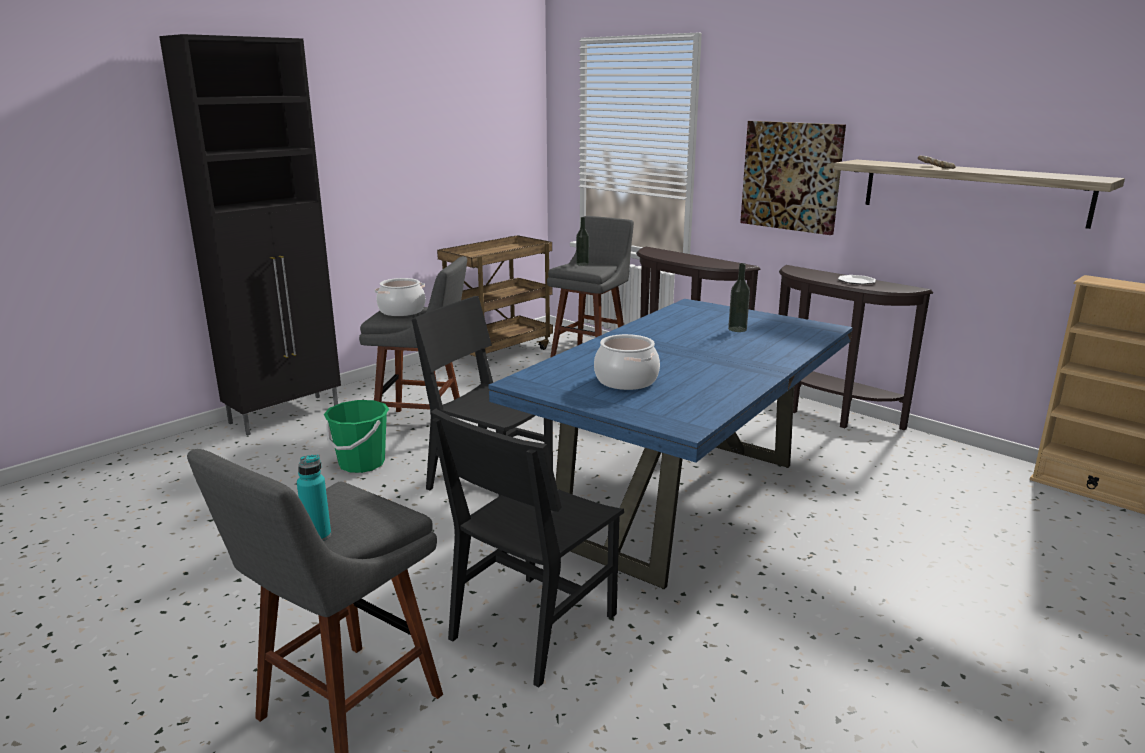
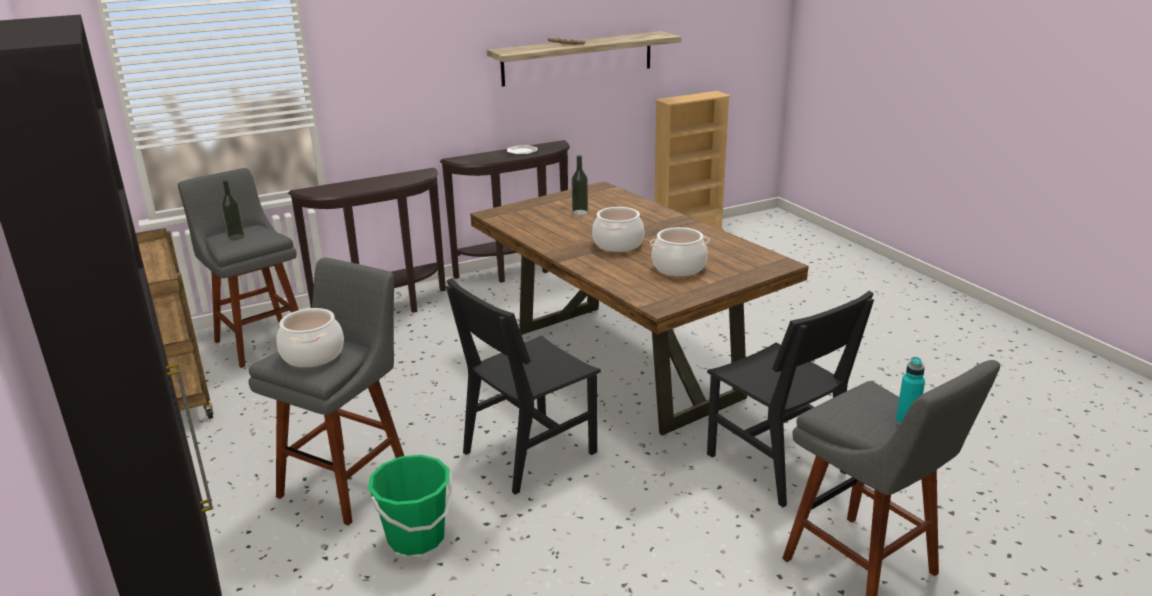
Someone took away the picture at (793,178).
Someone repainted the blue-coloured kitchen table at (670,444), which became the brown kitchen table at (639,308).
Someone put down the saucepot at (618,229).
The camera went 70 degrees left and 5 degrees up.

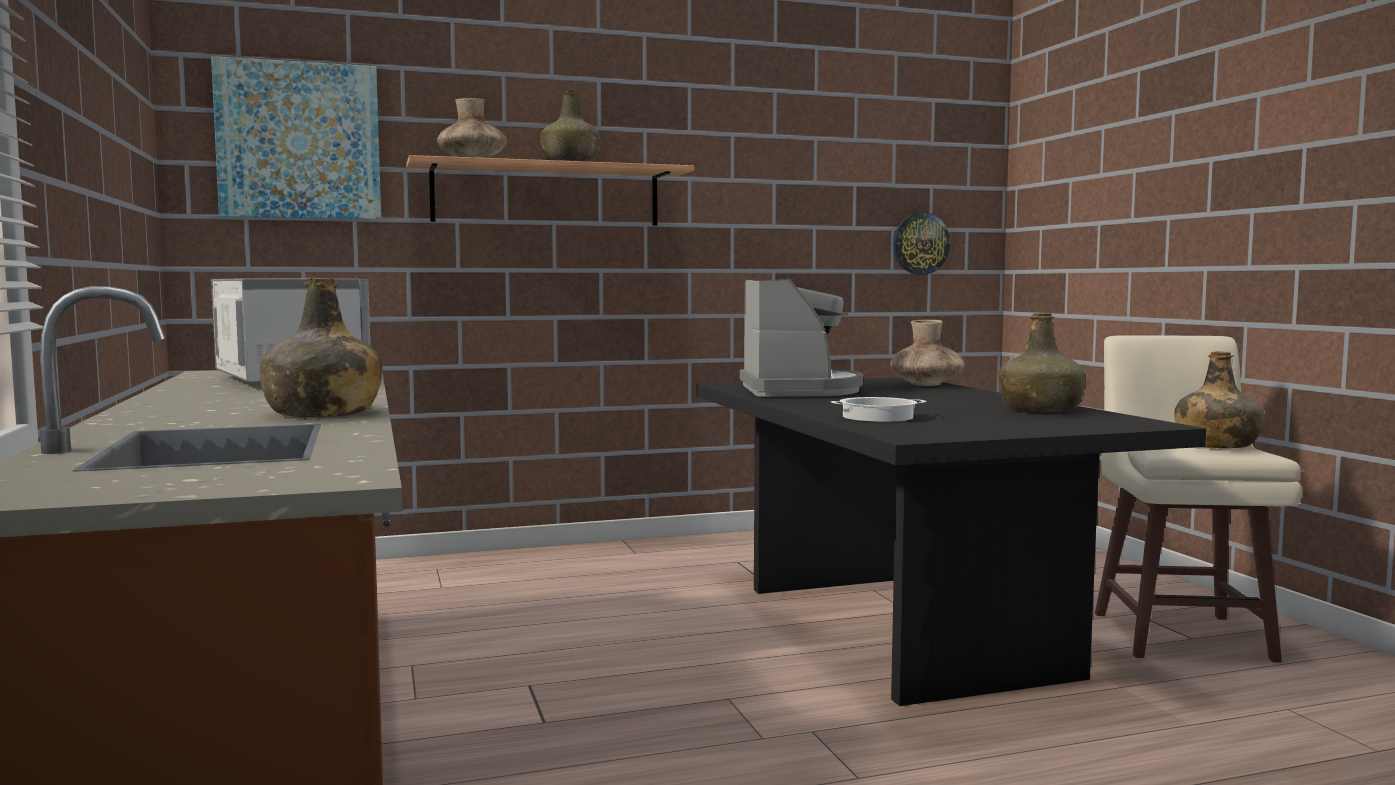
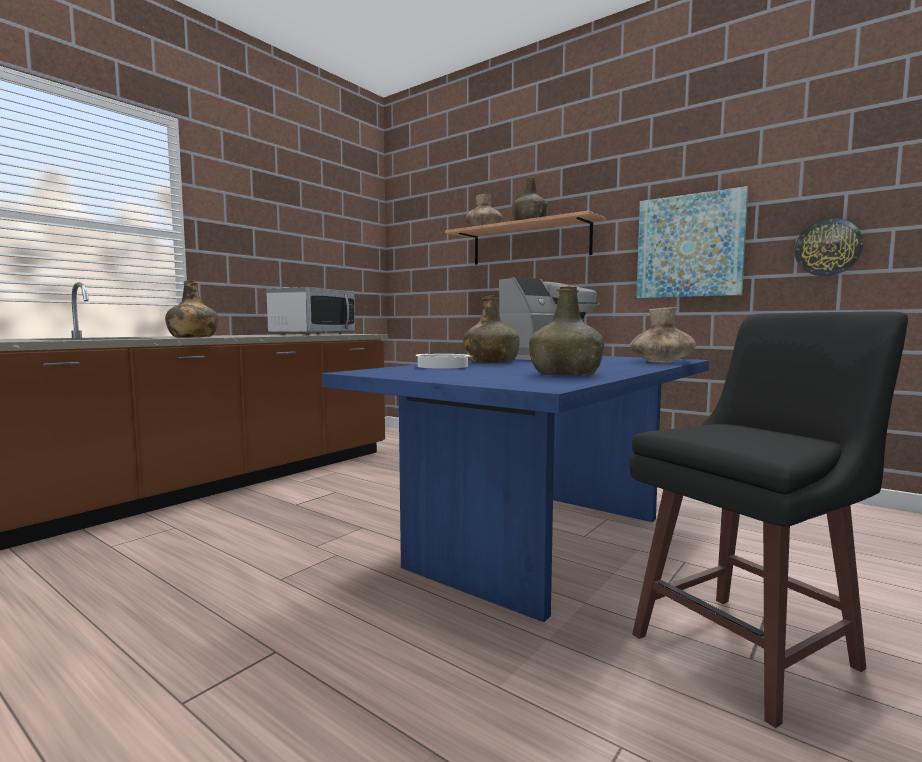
Someone carried the picture from (296,137) to (692,242).
Someone repainted the beige stool at (1198,499), which became the blackish stool at (768,519).
Someone carried the greenish drink bottle from (1219,399) to (491,329).
Someone repainted the blackish kitchen table at (951,541), which became the blue-coloured kitchen table at (515,489).
The camera went 55 degrees right and 0 degrees up.

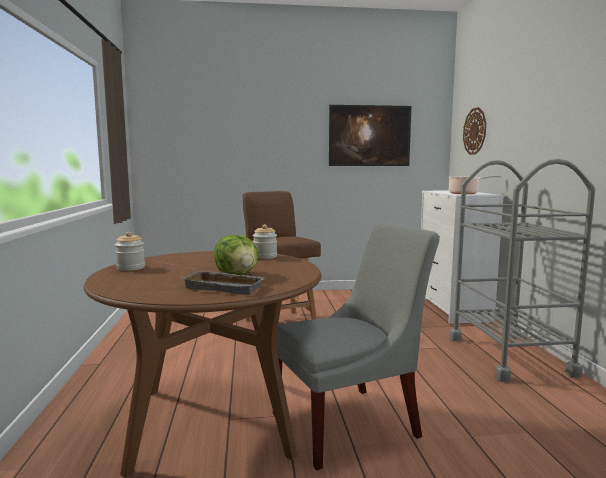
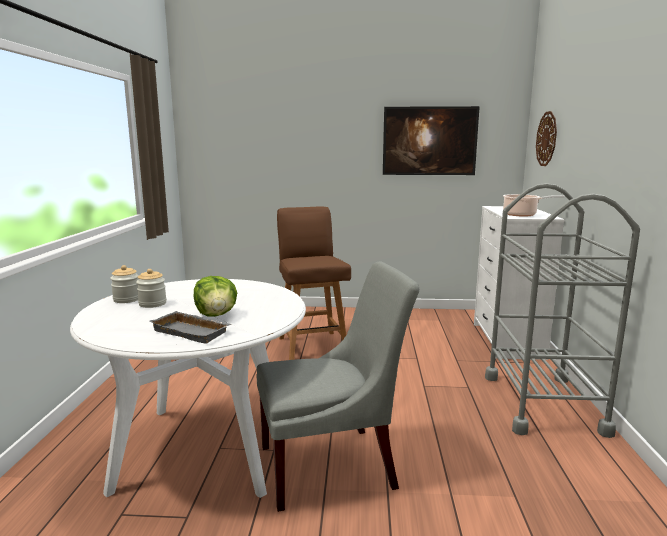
Someone carried the jar from (265,241) to (151,288).
Someone repainted the brown kitchen table at (203,364), which became the white-coloured kitchen table at (188,388).
The camera went 10 degrees right and 5 degrees up.

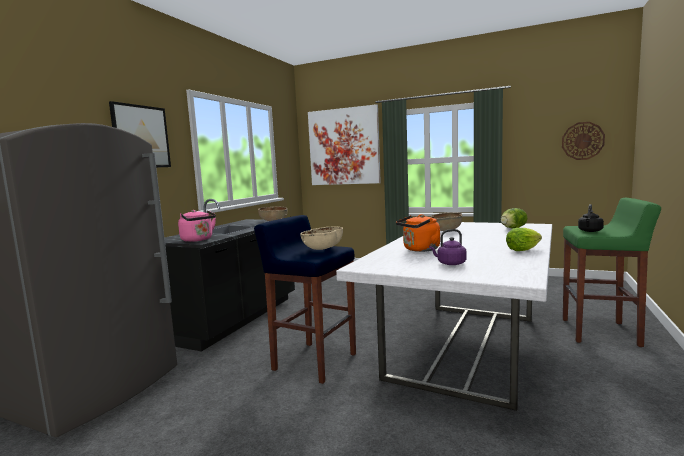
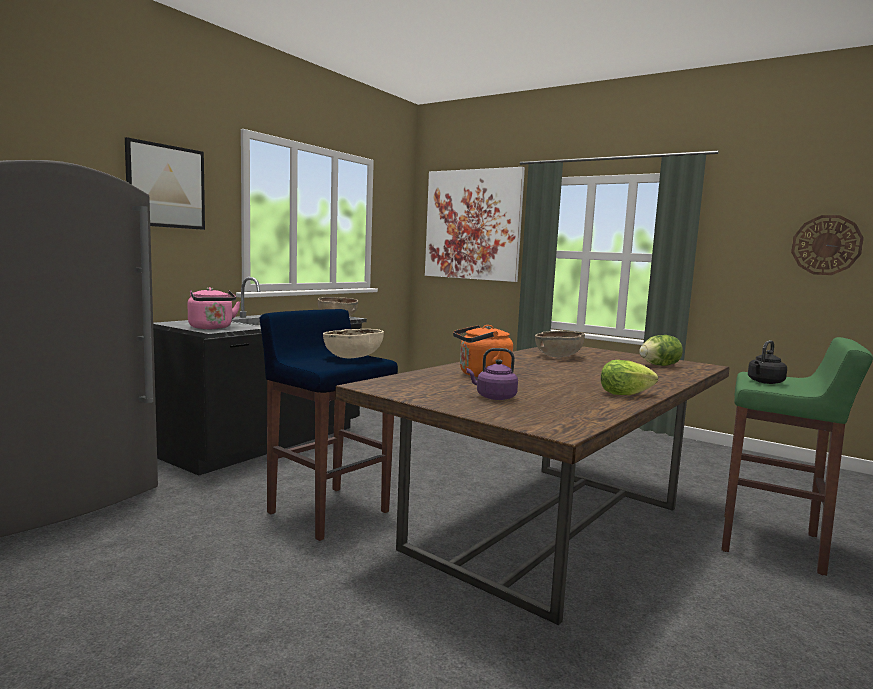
Someone repainted the white-coloured kitchen table at (444,316), which became the brown kitchen table at (532,485).
The camera went 10 degrees right and 0 degrees up.

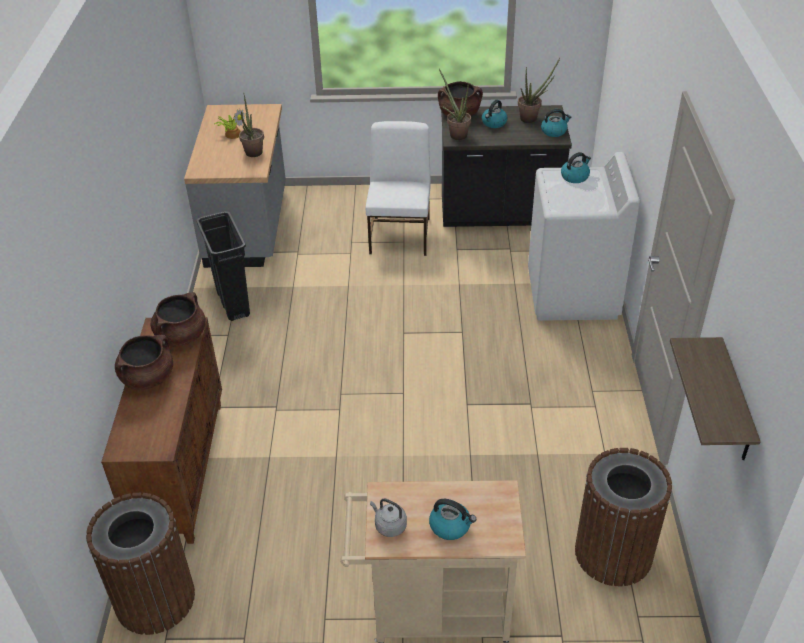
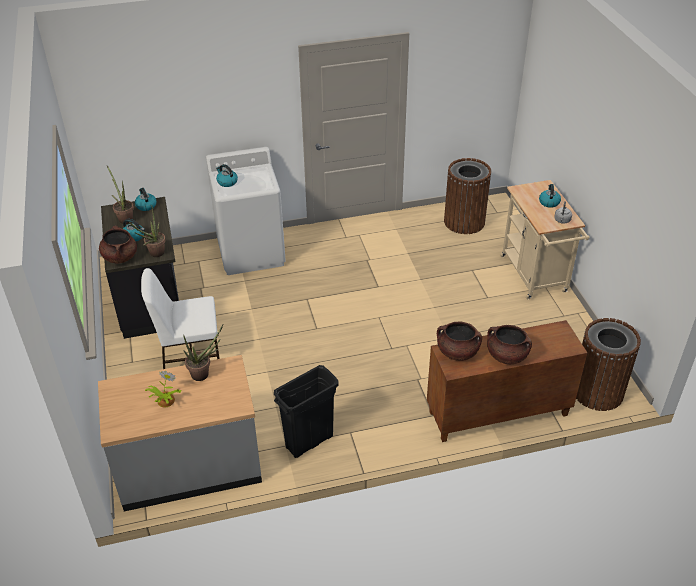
Someone took away the wall shelf at (715,398).
The camera went 105 degrees left and 0 degrees up.

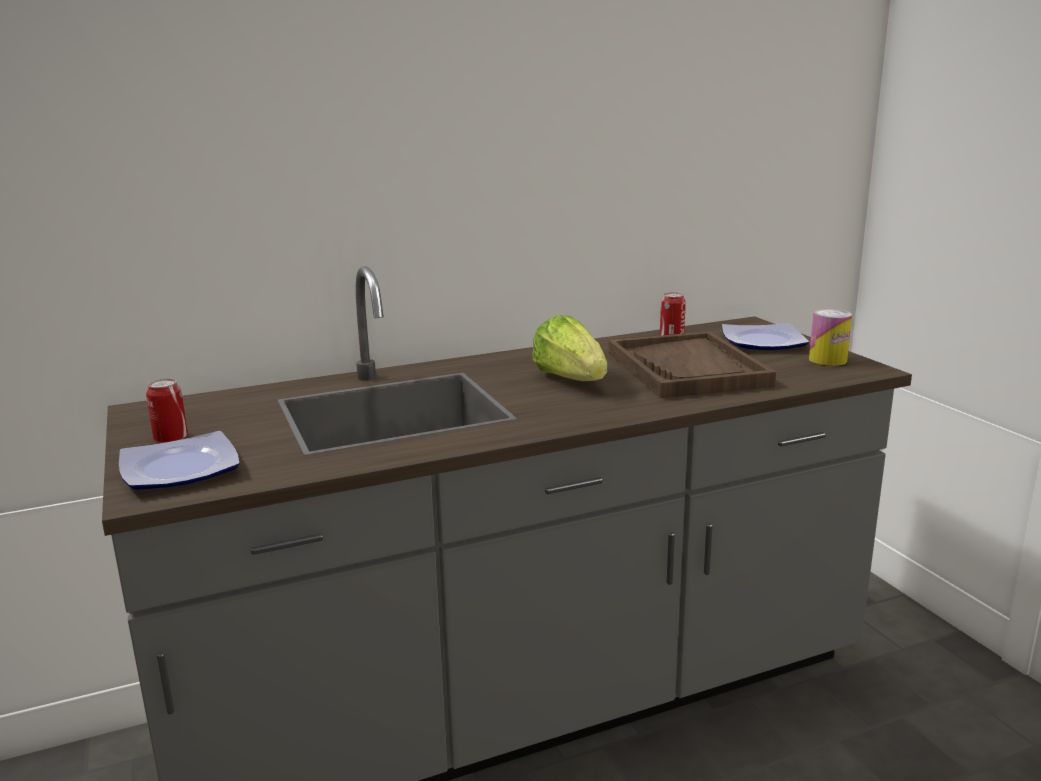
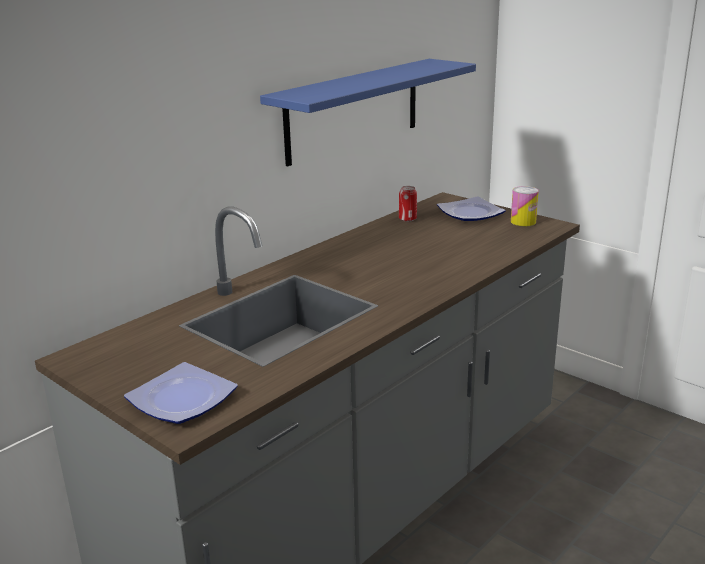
Someone took away the lettuce at (569,348).
Someone took away the brown carrying tray at (692,364).
Someone took away the can at (167,411).
Someone put up the blue-coloured wall shelf at (368,112).
The camera went 25 degrees left and 5 degrees up.

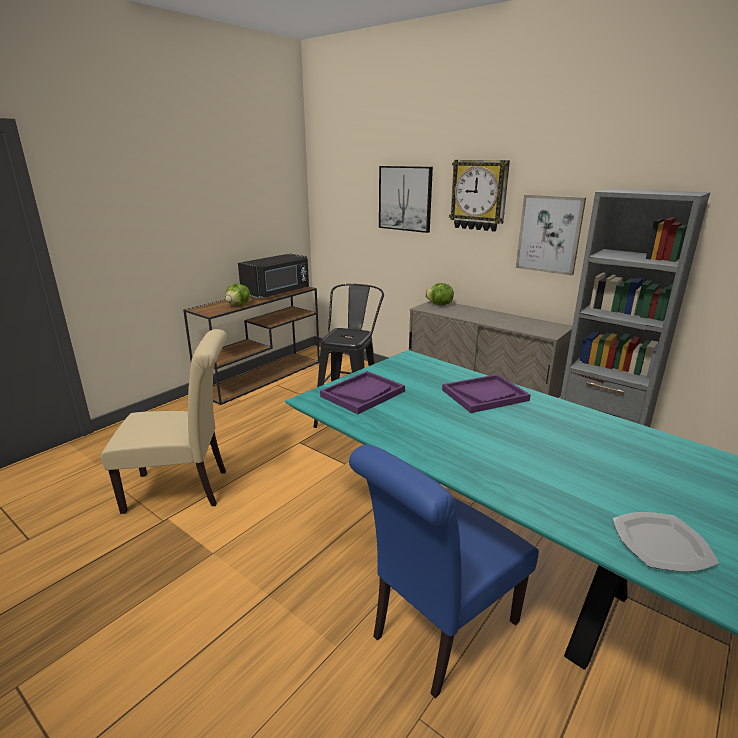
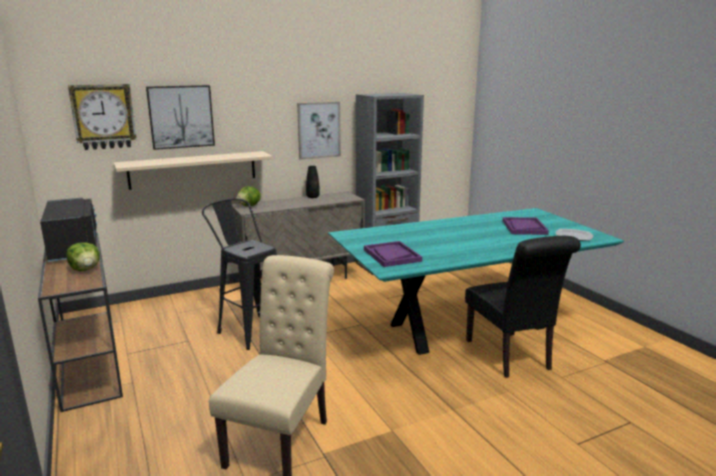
Someone carried the clock on the wall from (479,196) to (102,117).
Someone carried the purplish carrying tray from (486,393) to (526,226).
Someone repainted the blue-coloured plain chair at (444,572), which became the blackish plain chair at (523,307).
Someone put up the beige wall shelf at (193,170).
Someone put down the blackish flower vase at (313,182).
The camera went 65 degrees left and 5 degrees down.

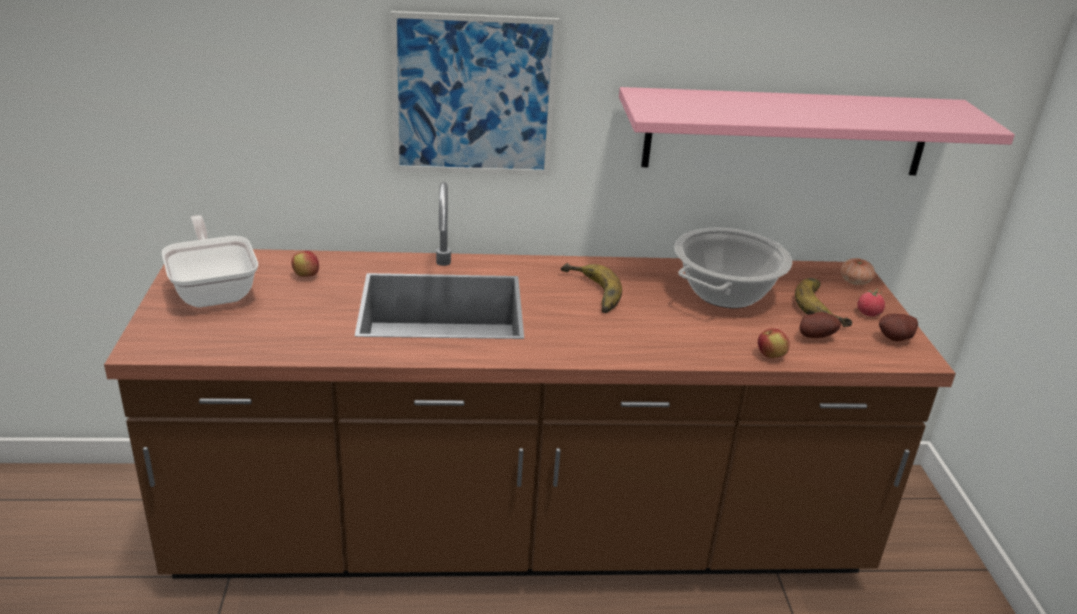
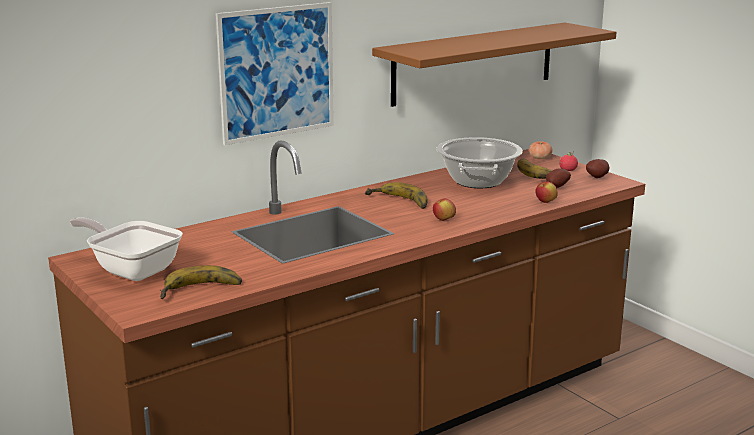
Someone repainted the pink wall shelf at (817,131), which became the brown wall shelf at (494,65).
Someone carried the apple from (305,264) to (444,209).
Someone put down the banana at (201,282).
The camera went 30 degrees left and 10 degrees down.

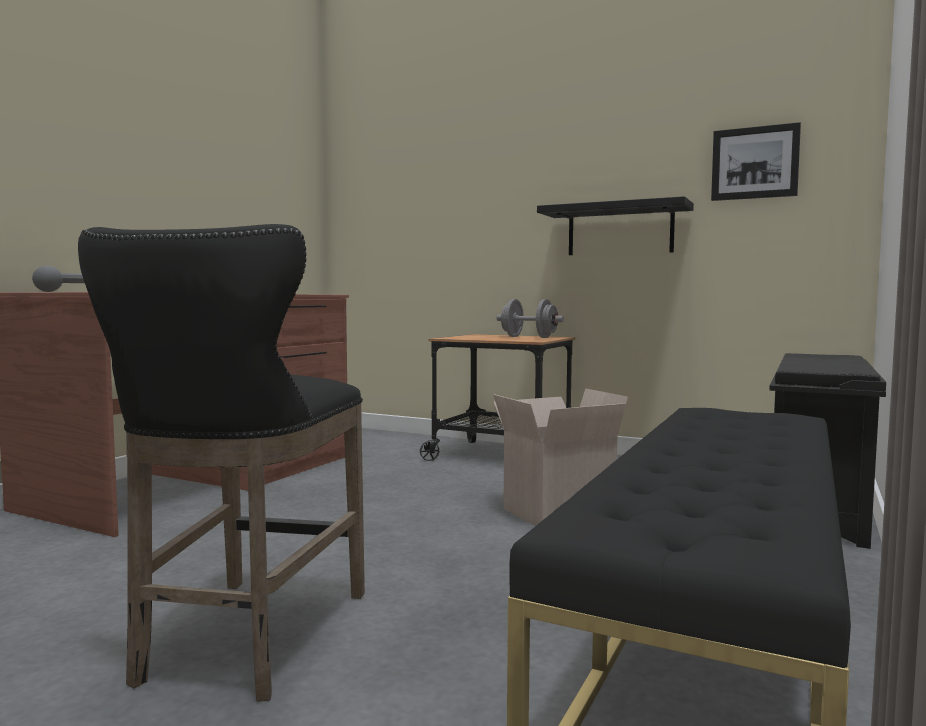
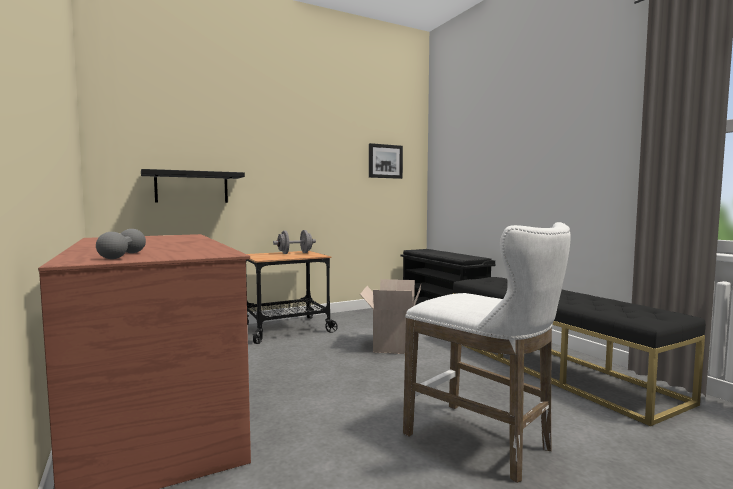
Someone carried the blackish wall shelf from (615,225) to (193,186).
Someone repainted the blackish stool at (221,463), which became the white-coloured stool at (487,352).
The camera went 55 degrees left and 0 degrees up.

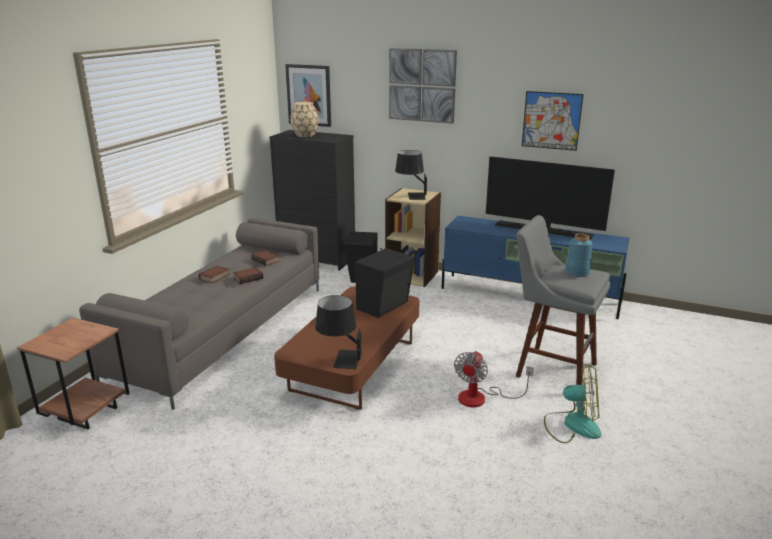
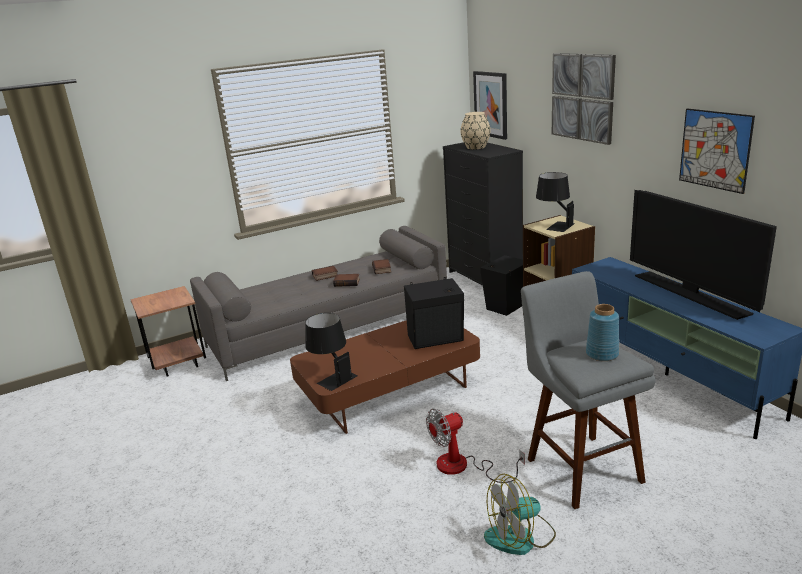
Someone rotated the electric fan at (572,404) by 105 degrees clockwise.
The camera went 40 degrees right and 0 degrees up.

